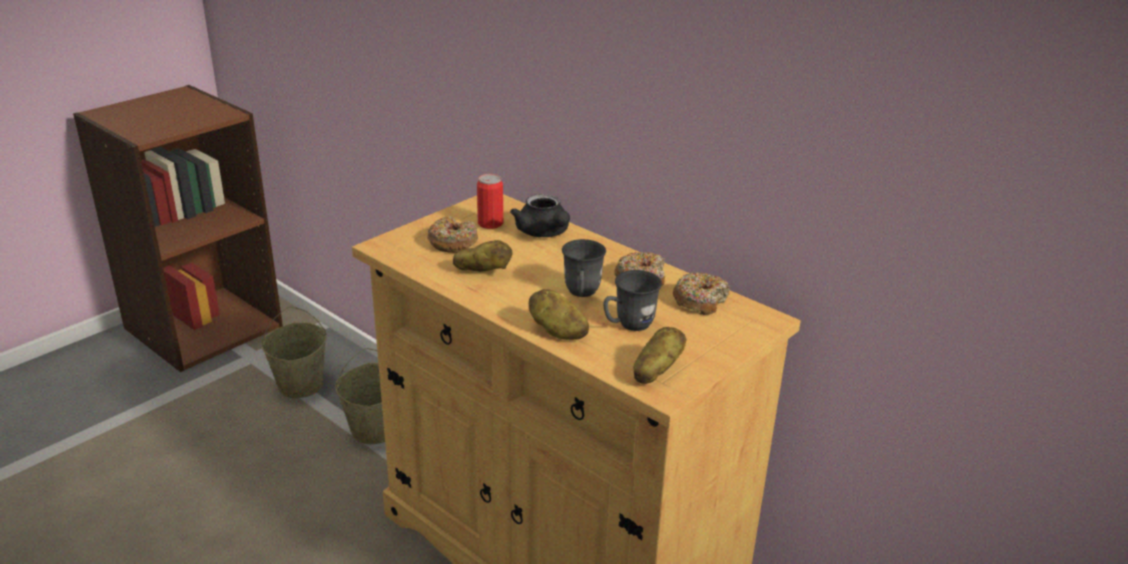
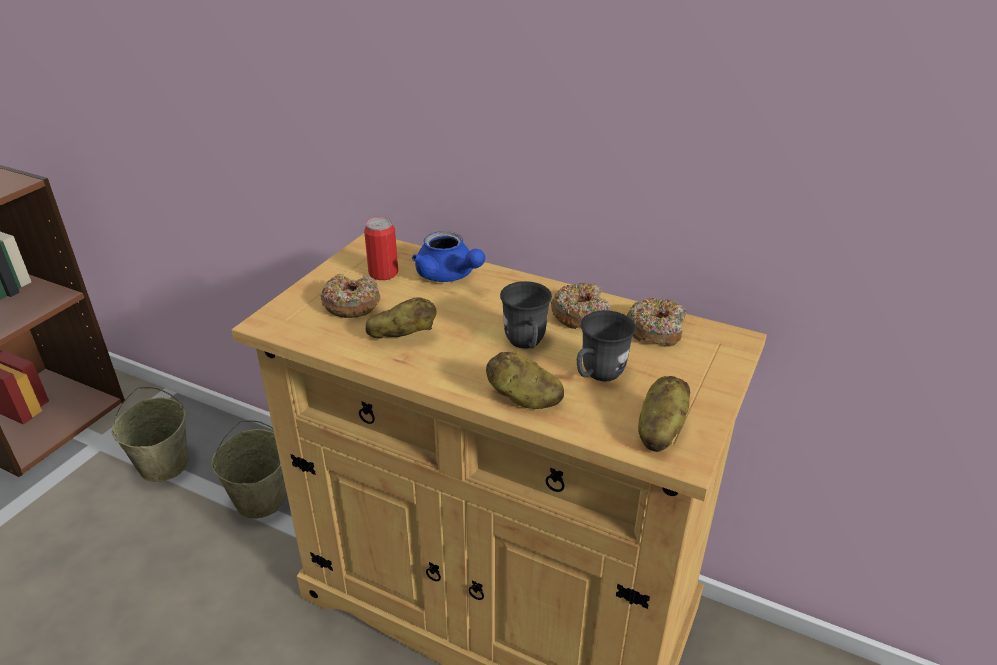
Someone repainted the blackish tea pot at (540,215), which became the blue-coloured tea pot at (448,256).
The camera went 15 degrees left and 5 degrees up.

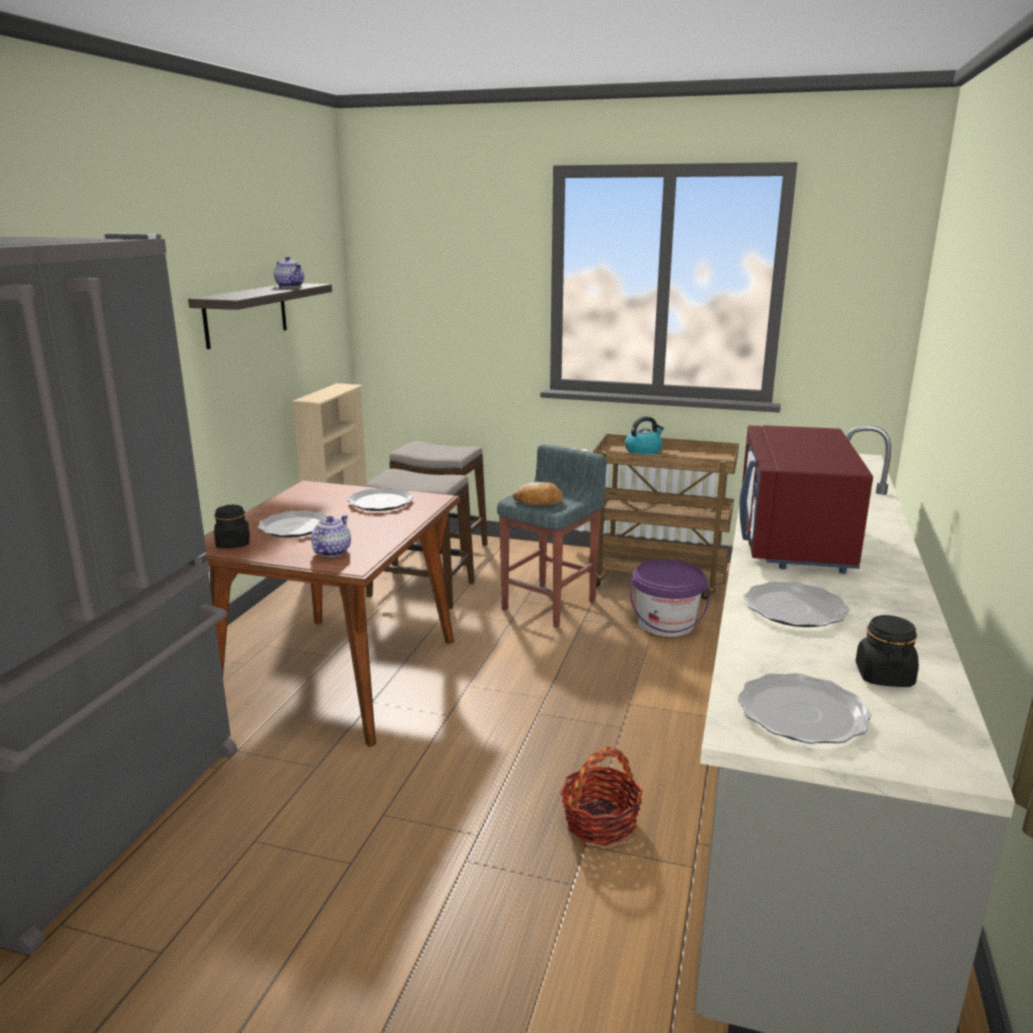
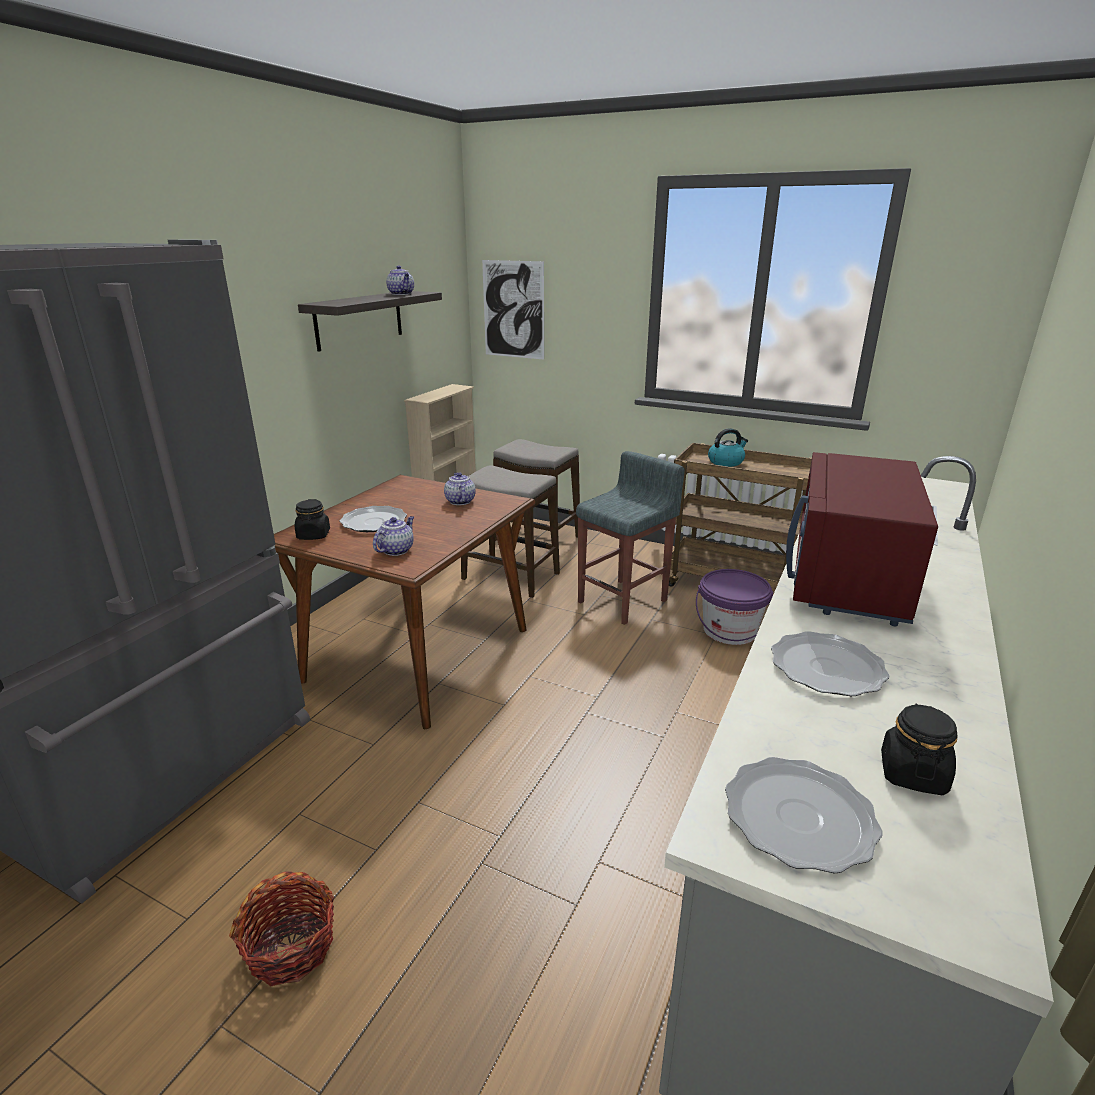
Someone took away the baked bread at (538,494).
Someone swapped the flat dish at (380,499) for the tea pot at (460,488).
Someone carried the household basket from (601,796) to (281,928).
Someone put up the picture at (513,310).
The camera went 10 degrees right and 5 degrees up.

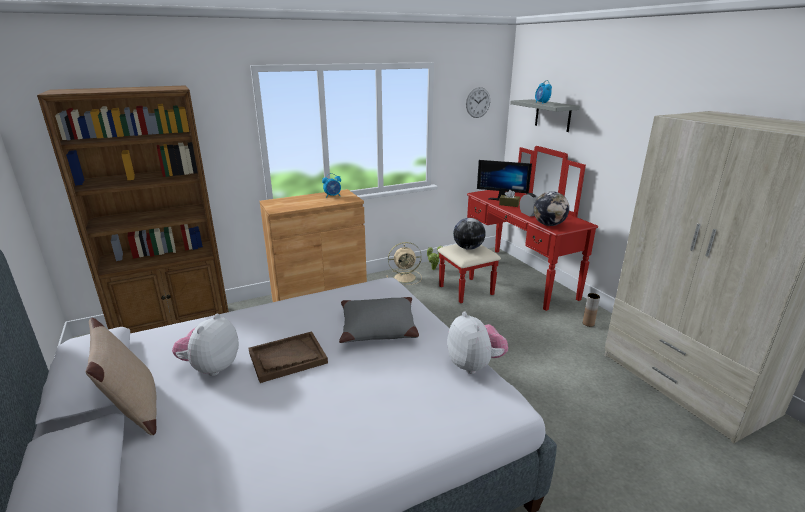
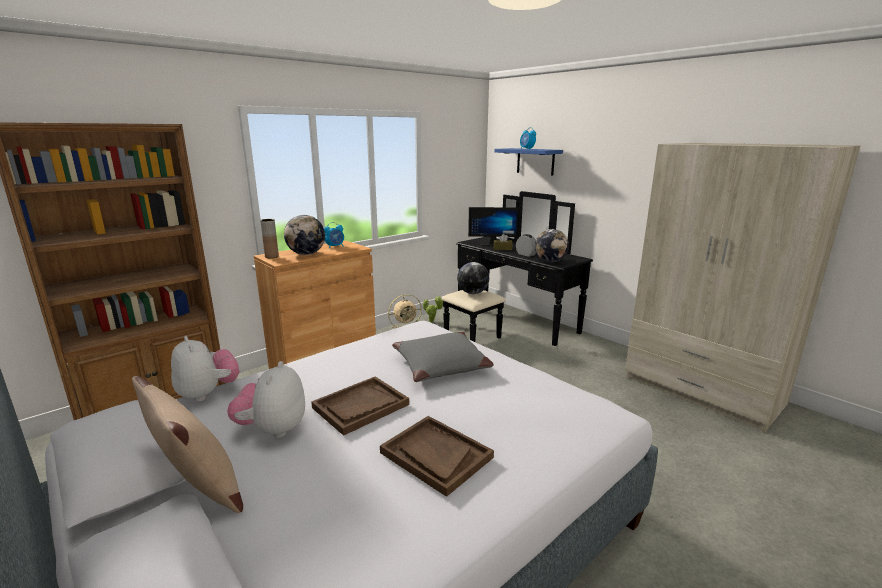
Someone took away the clock on the wall at (478,102).
Someone repainted the gray wall shelf at (545,115), which became the blue-coloured wall shelf at (529,161).
Someone repainted the red chest of drawers at (518,228), which became the blackish chest of drawers at (517,268).
Someone carried the brown flower vase from (591,310) to (269,238).
Someone carried the cuddly toy from (477,342) to (205,369).
Someone put down the world globe at (304,235).
Someone put down the brown carrying tray at (437,456).
The camera went 15 degrees left and 5 degrees down.

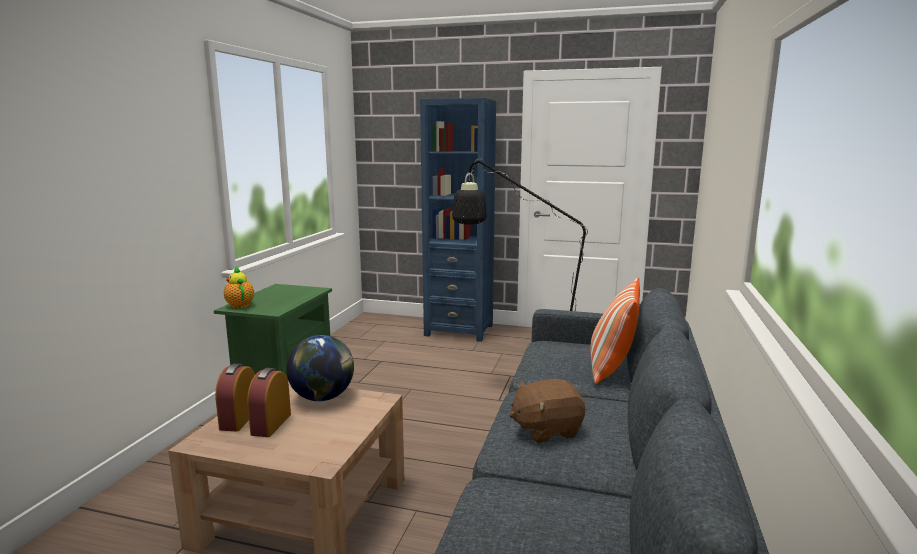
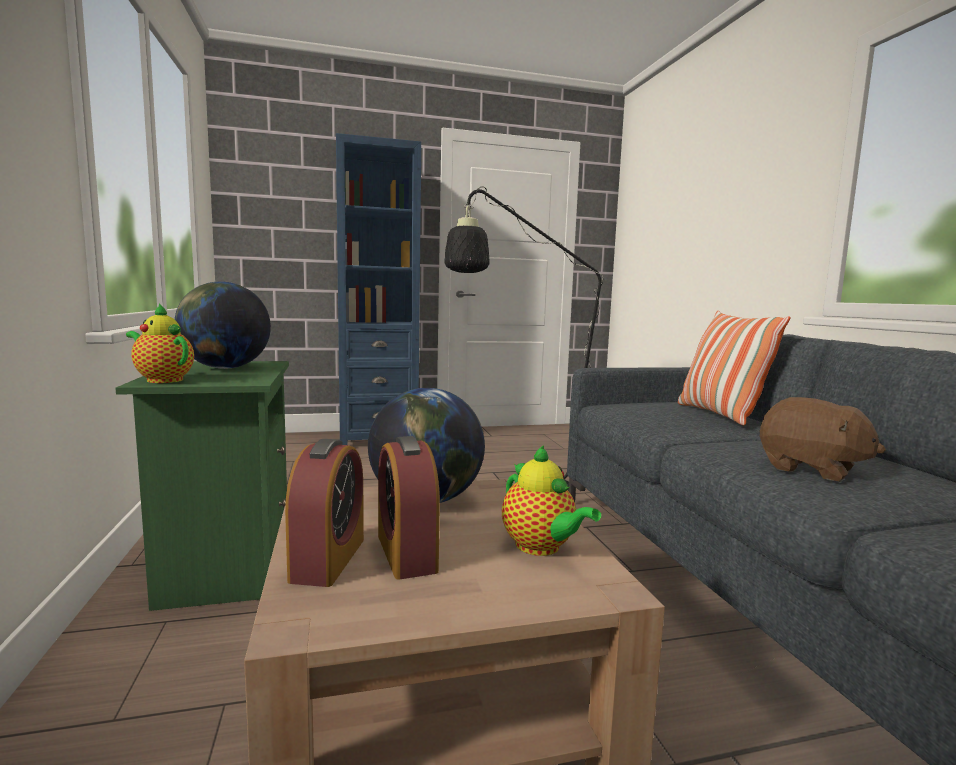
Someone rotated the alarm clock at (235,397) by 150 degrees counterclockwise.
Someone rotated the brown cuddly toy at (547,411) by 90 degrees counterclockwise.
Someone put down the world globe at (223,325).
Someone put down the tea pot at (551,500).
The camera went 30 degrees left and 5 degrees down.

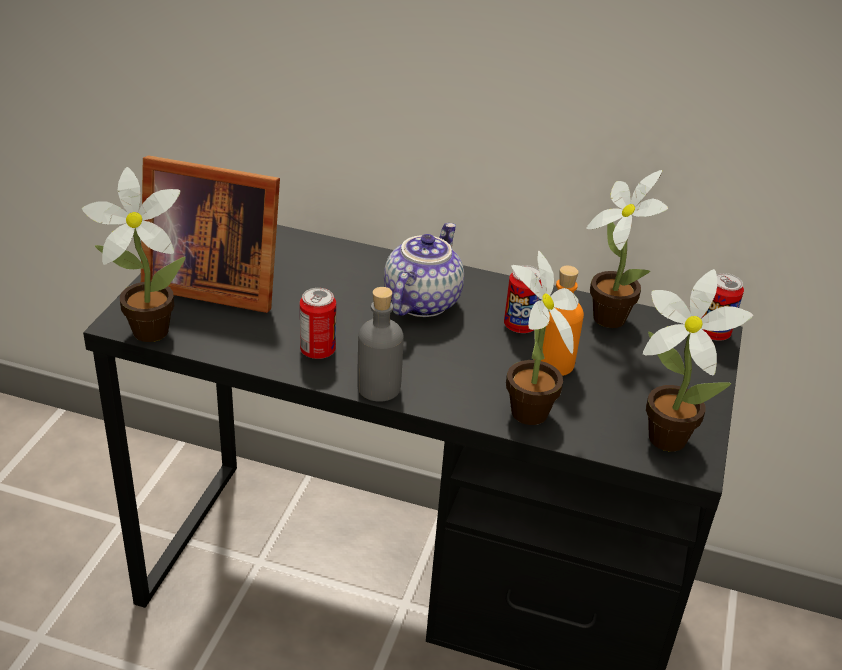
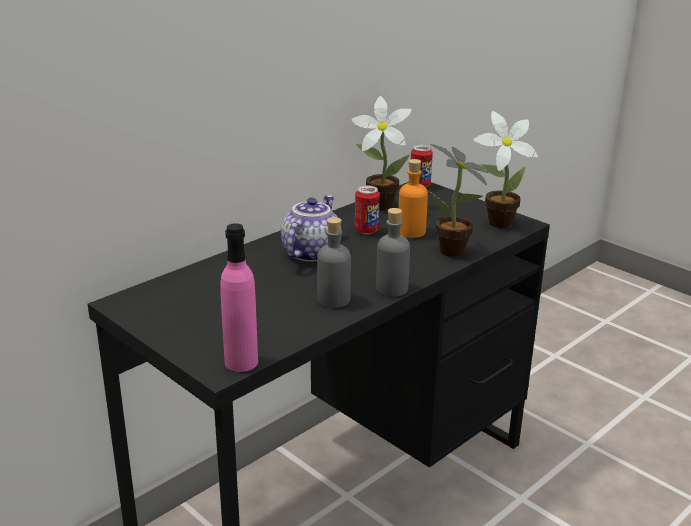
Someone took away the standing frame at (210,234).
Someone swapped the houseplant at (134,254) for the pink drink bottle at (239,297).
Someone rotated the tea pot at (424,270) by 60 degrees clockwise.
Someone swapped the can at (318,323) for the gray drink bottle at (334,262).
The camera went 60 degrees left and 10 degrees down.

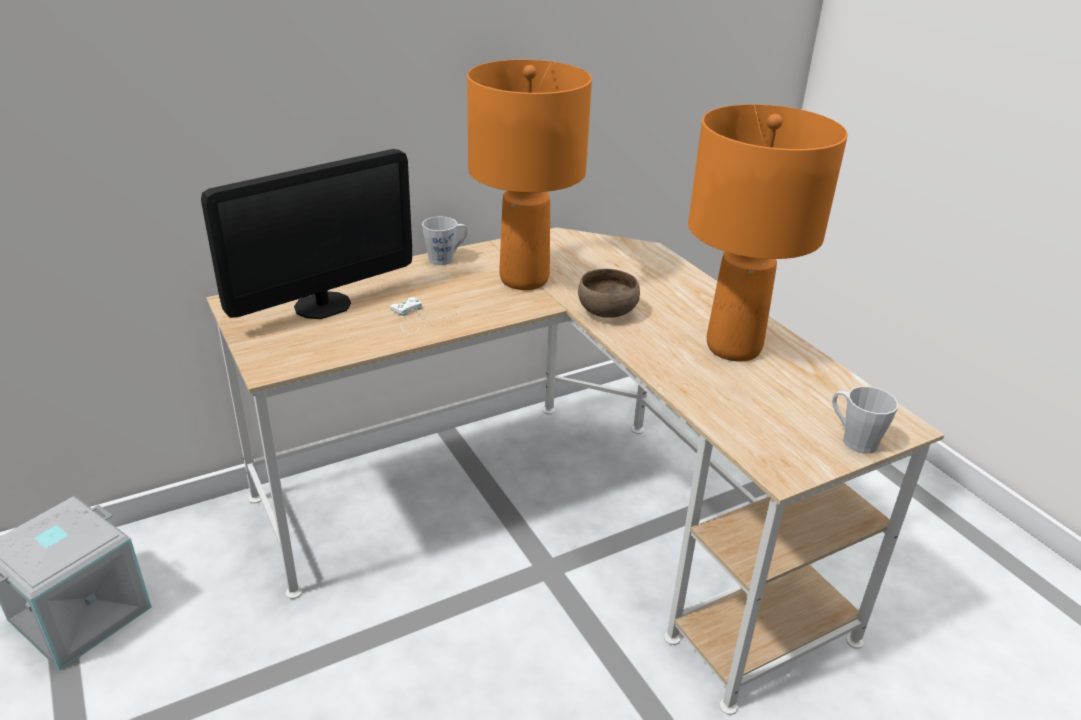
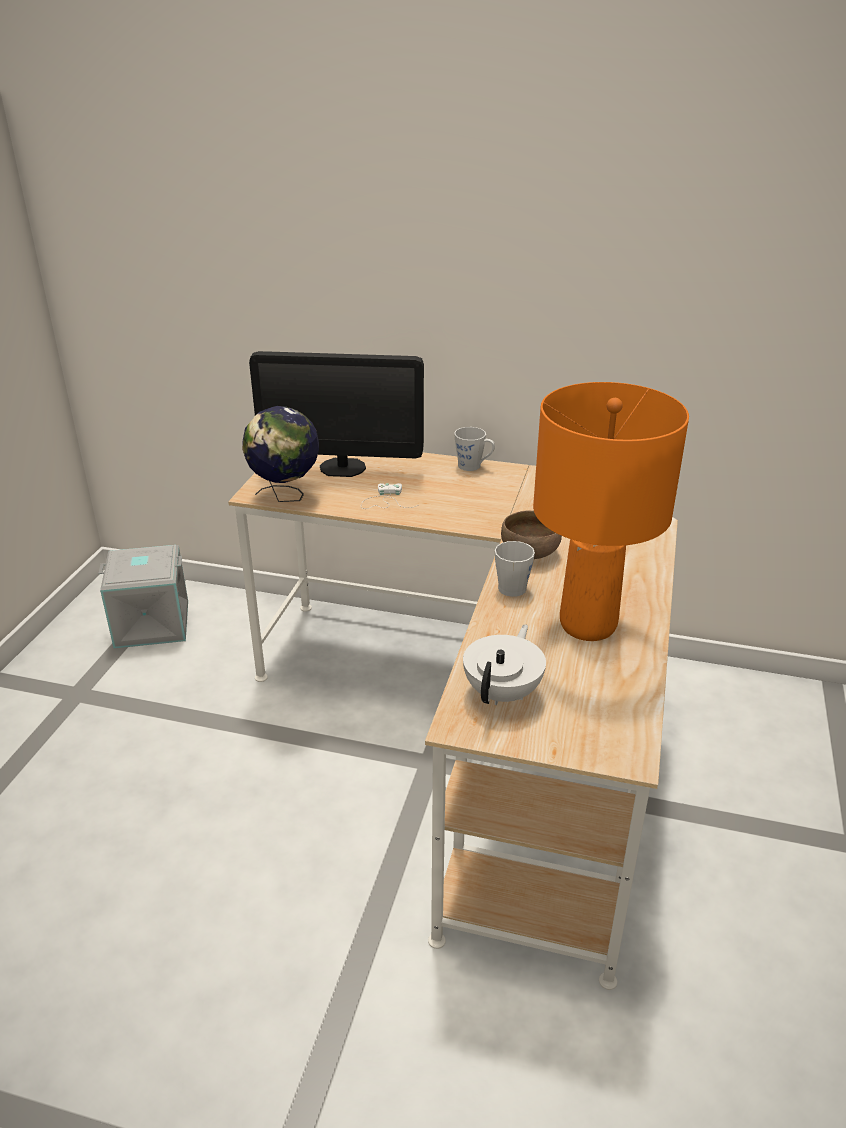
Someone took away the orange-coloured lamp for a table at (529,175).
Someone carried the gray tea mug from (865,419) to (515,569).
Someone put down the world globe at (280,454).
Someone put down the white-coloured tea pot at (504,664).
The camera went 45 degrees right and 0 degrees up.

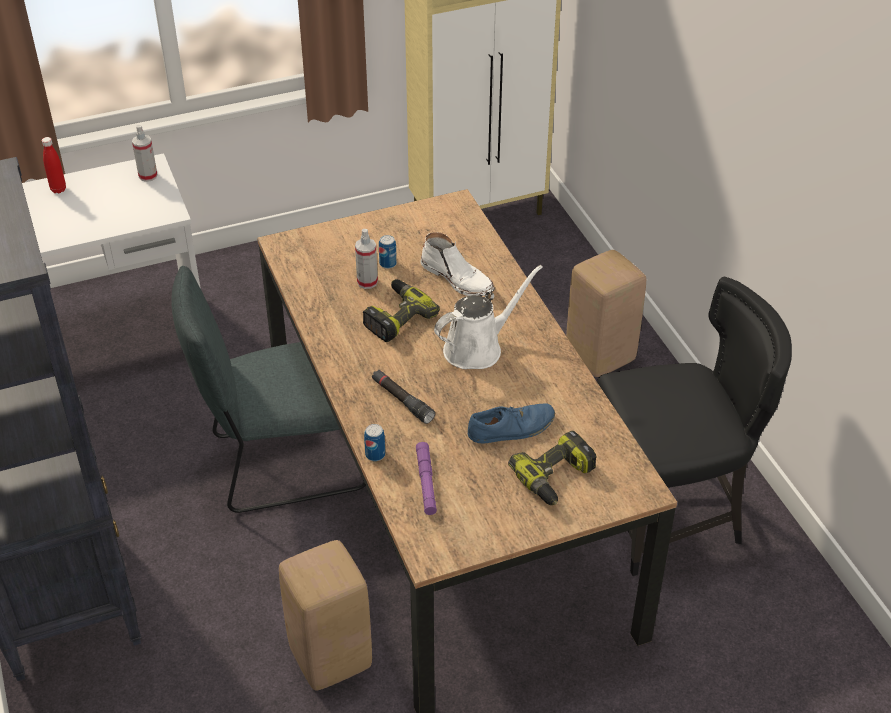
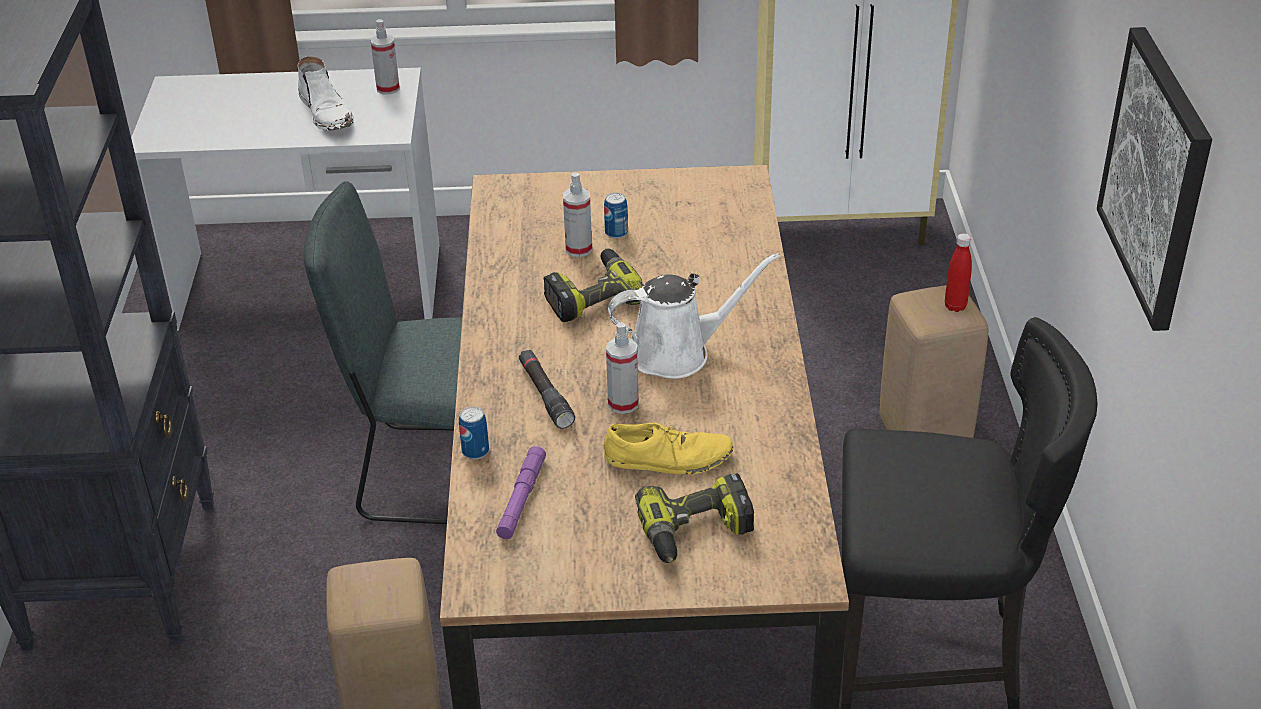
Someone carried the red drink bottle from (54,165) to (958,272).
Someone carried the white-coloured high-top boot from (457,264) to (326,93).
Someone repainted the blue-coloured shoe at (511,423), which became the yellowish shoe at (669,448).
Someone put up the picture at (1154,179).
Someone put down the spray bottle at (622,368).
The camera went 20 degrees right and 5 degrees down.

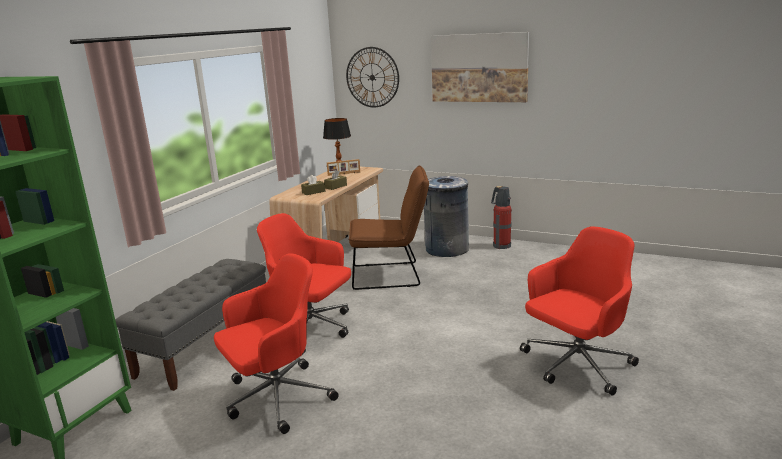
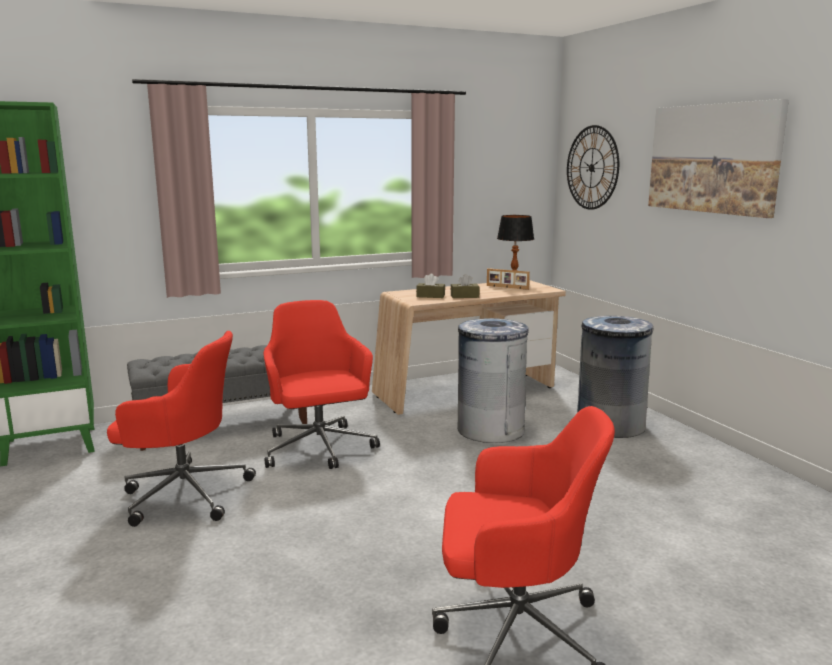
Someone swapped the brown plain chair at (388,228) for the gray trash can at (493,380).
Someone took away the fire-fighting cylinder at (501,217).
The camera went 40 degrees right and 5 degrees down.

